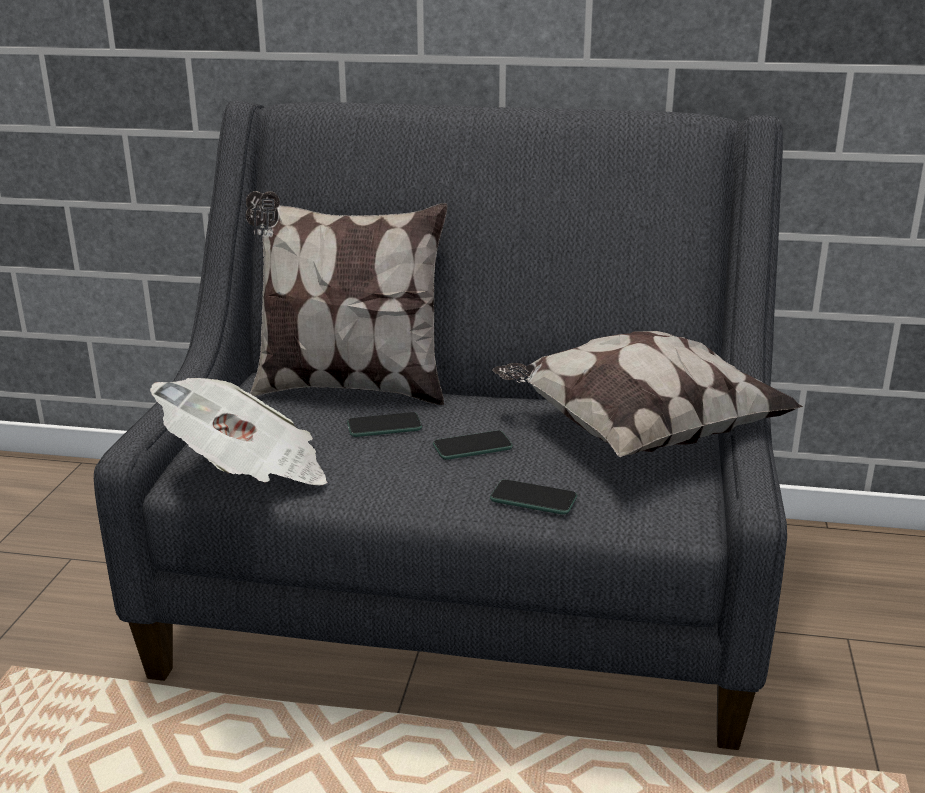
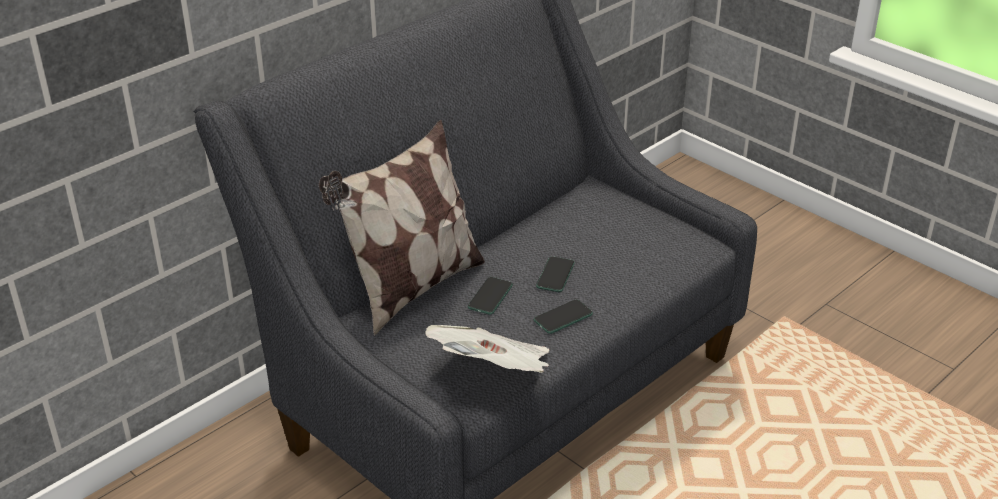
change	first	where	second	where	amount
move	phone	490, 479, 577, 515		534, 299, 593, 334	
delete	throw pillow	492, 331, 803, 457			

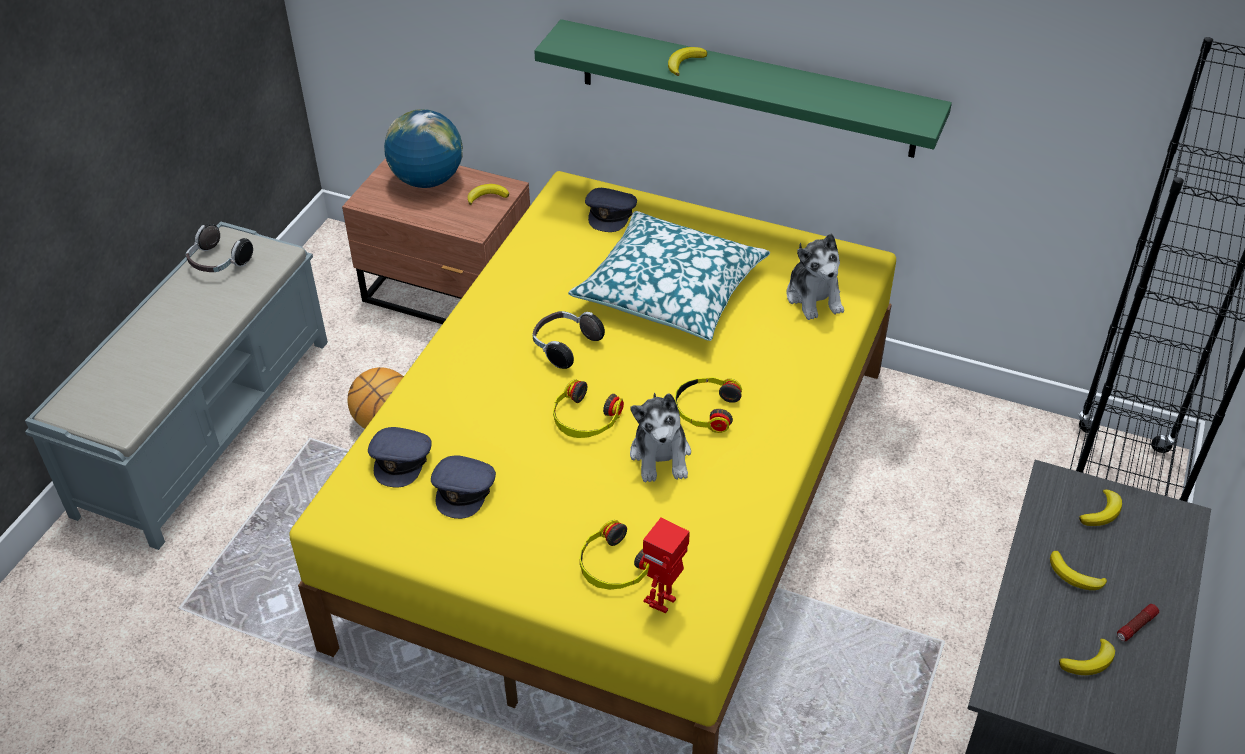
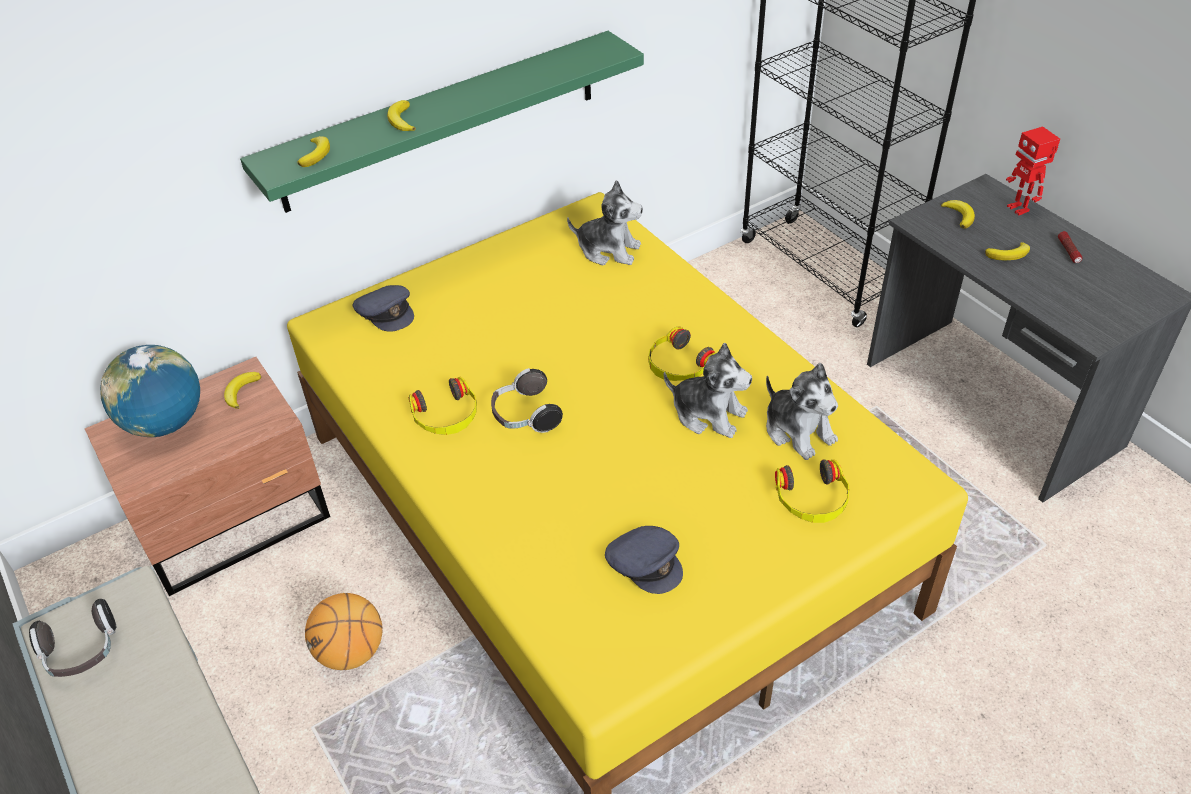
change	first	where	second	where	amount
delete	greyish baseball cap	368, 427, 432, 487			
move	pair of headphones	553, 379, 624, 438		408, 377, 477, 435	
delete	throw pillow	568, 211, 770, 341			
move	toy robot	643, 518, 690, 613		1006, 126, 1060, 216	
move	whole banana	1059, 638, 1115, 675		298, 136, 330, 167	
insert			soft toy	766, 363, 838, 460	

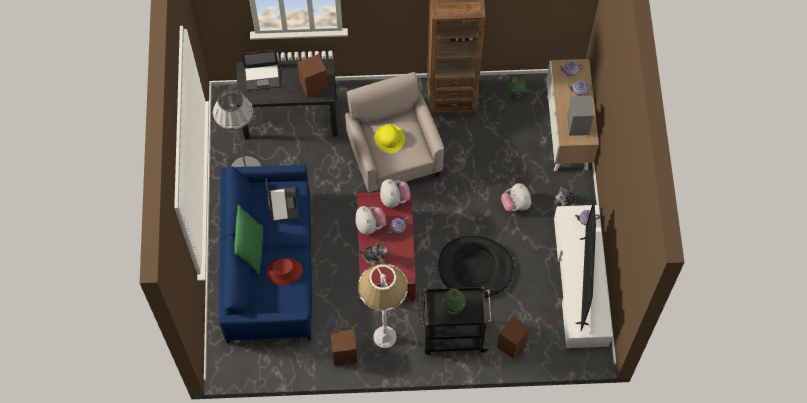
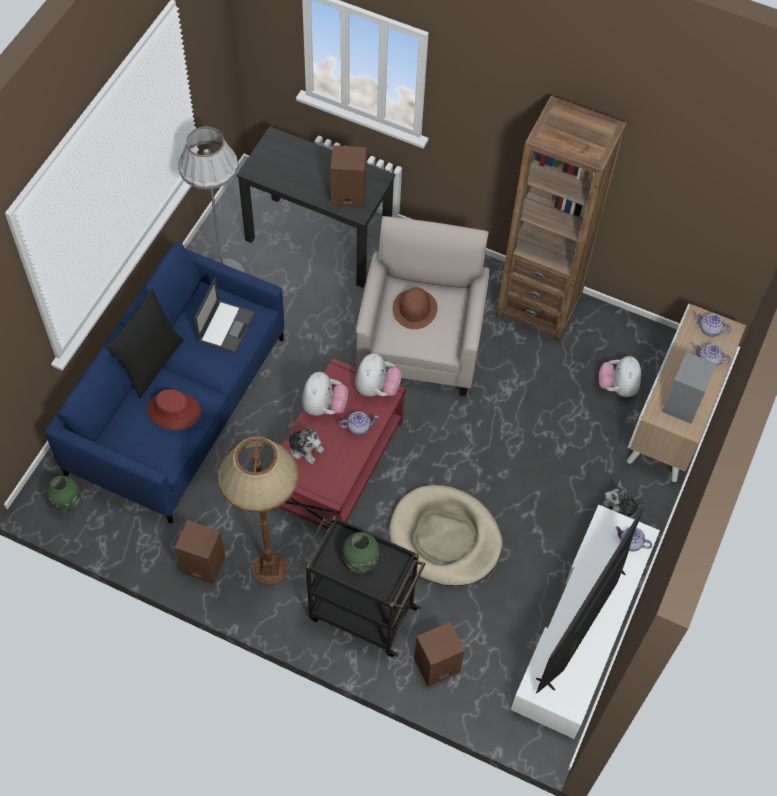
change	first	where	second	where	amount
recolor	greenish throw pillow	234, 204, 263, 274	black throw pillow	107, 288, 184, 398	
delete	laptop	241, 50, 281, 91			
recolor	whitish standing lamp	358, 264, 408, 348	brown-coloured standing lamp	218, 437, 299, 585	
recolor	yellow hat	374, 124, 405, 153	brown-coloured hat	393, 287, 438, 329	
recolor	black pet bed	438, 236, 514, 298	beige-coloured pet bed	389, 485, 502, 586	
move	soft toy	501, 183, 531, 211		599, 356, 641, 397	
move	greenish flower vase	505, 75, 526, 99		46, 476, 80, 513	

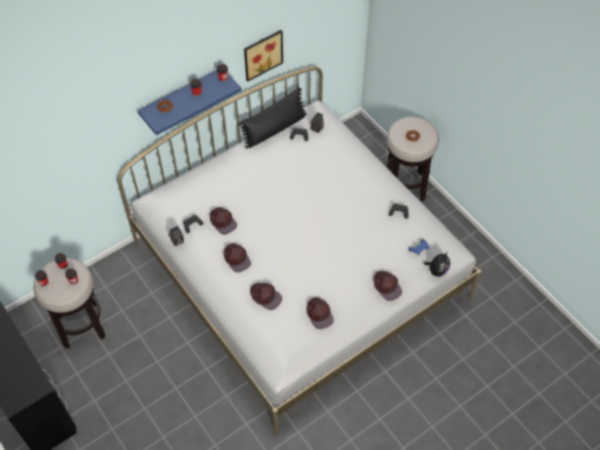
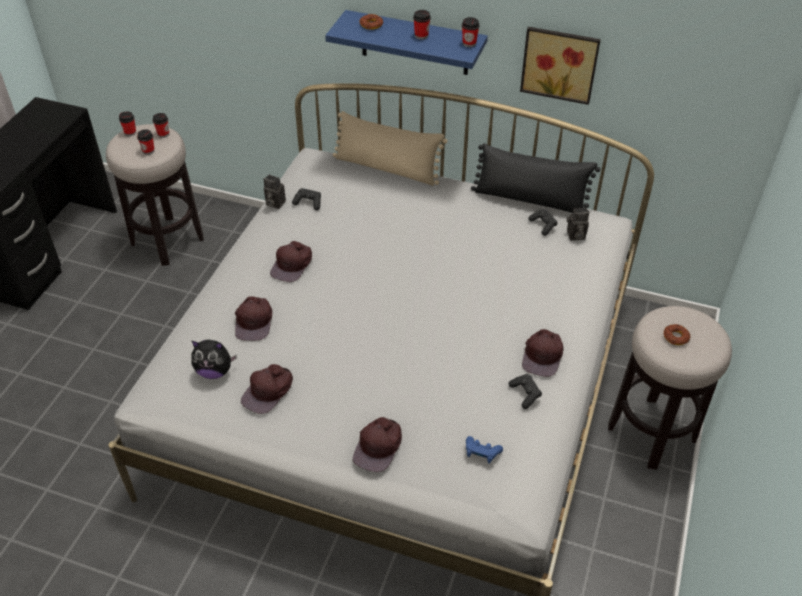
change	first	where	second	where	amount
move	brown-coloured baseball cap	210, 207, 237, 235		522, 329, 564, 377	
move	soft toy	424, 252, 450, 277		191, 340, 237, 379	
insert			beige-coloured throw pillow	332, 111, 447, 186	

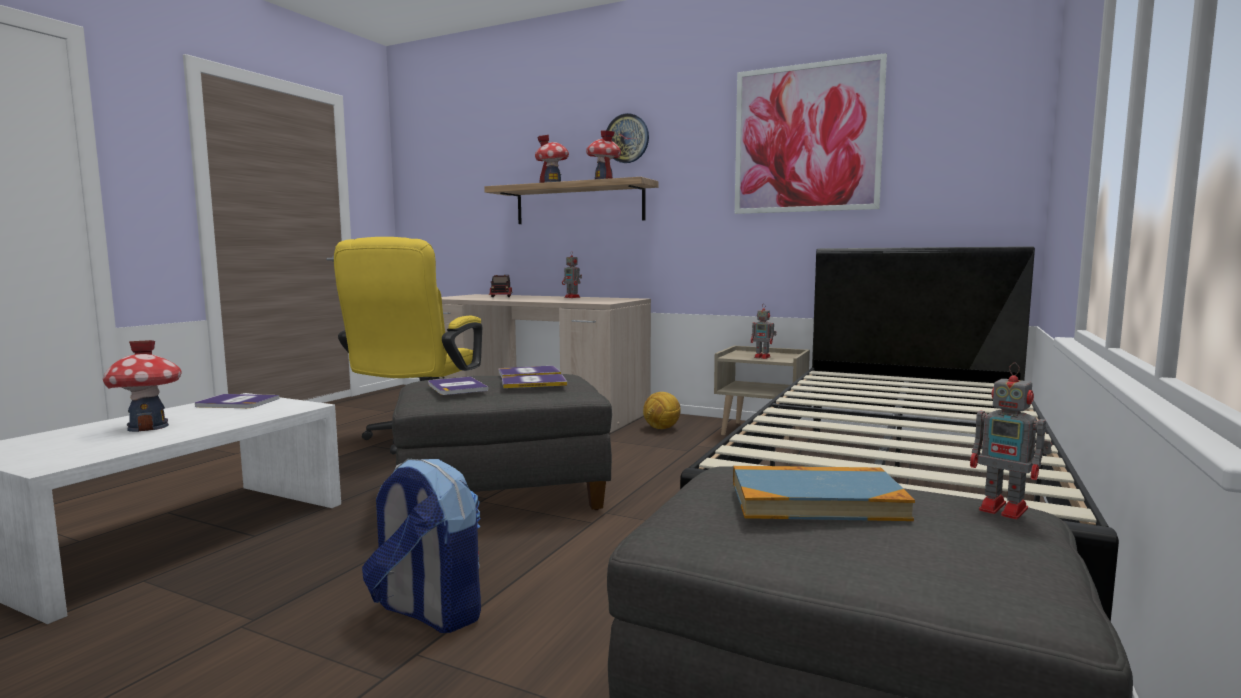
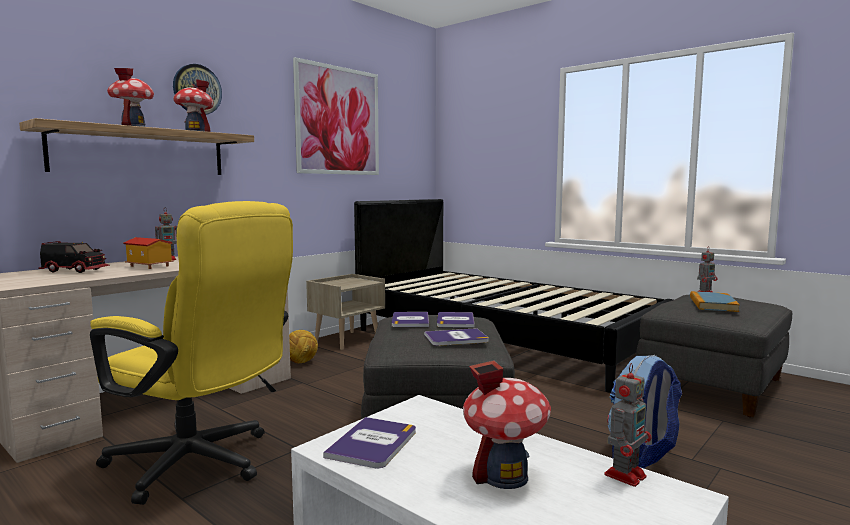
change	first	where	second	where	amount
move	toy robot	751, 304, 776, 359		604, 363, 652, 487	
insert			miniature house	123, 237, 174, 269	

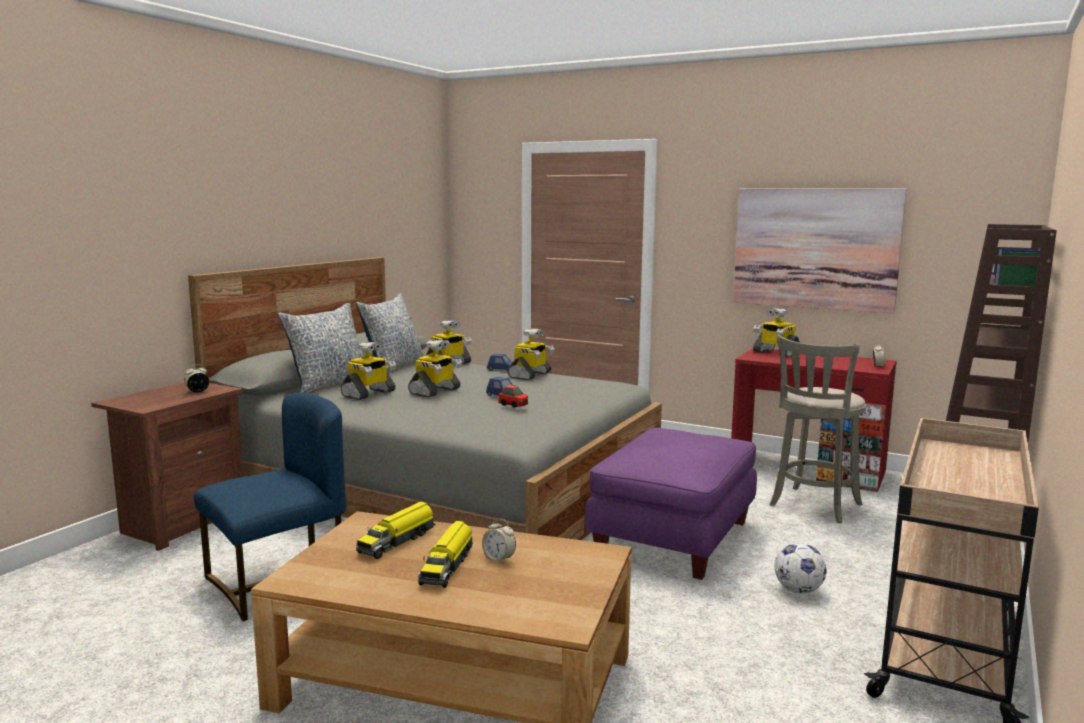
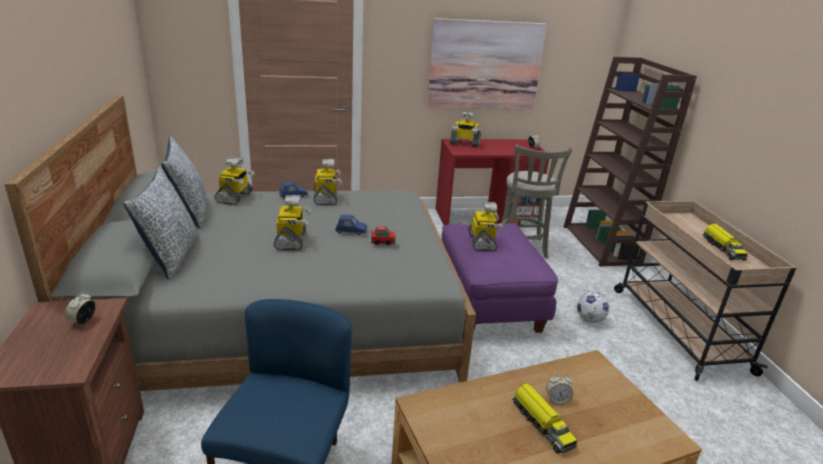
change	first	where	second	where	amount
move	toy robot	341, 342, 397, 400		468, 202, 504, 251	
move	model truck	356, 501, 435, 559		702, 224, 748, 261	

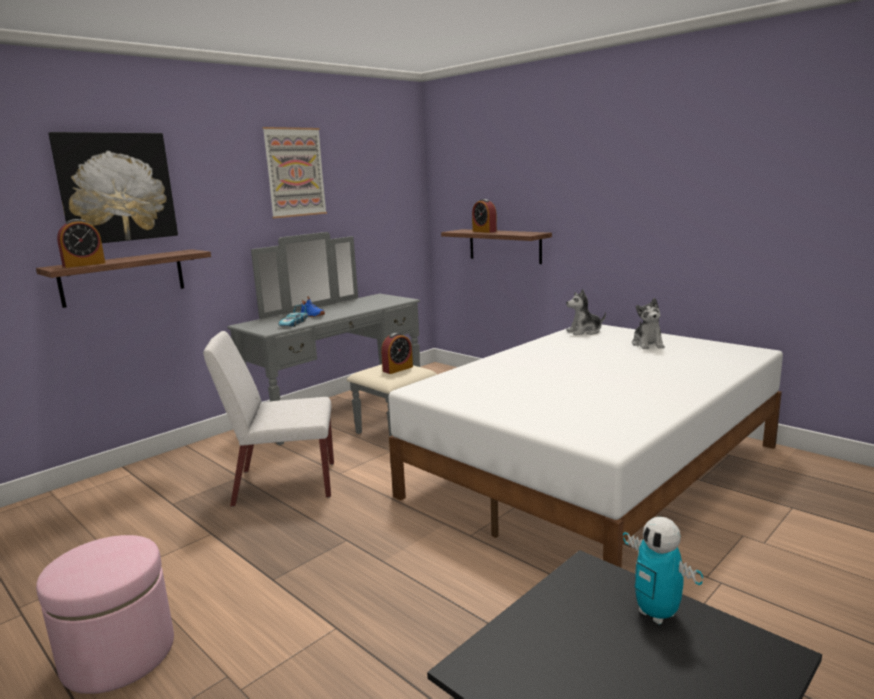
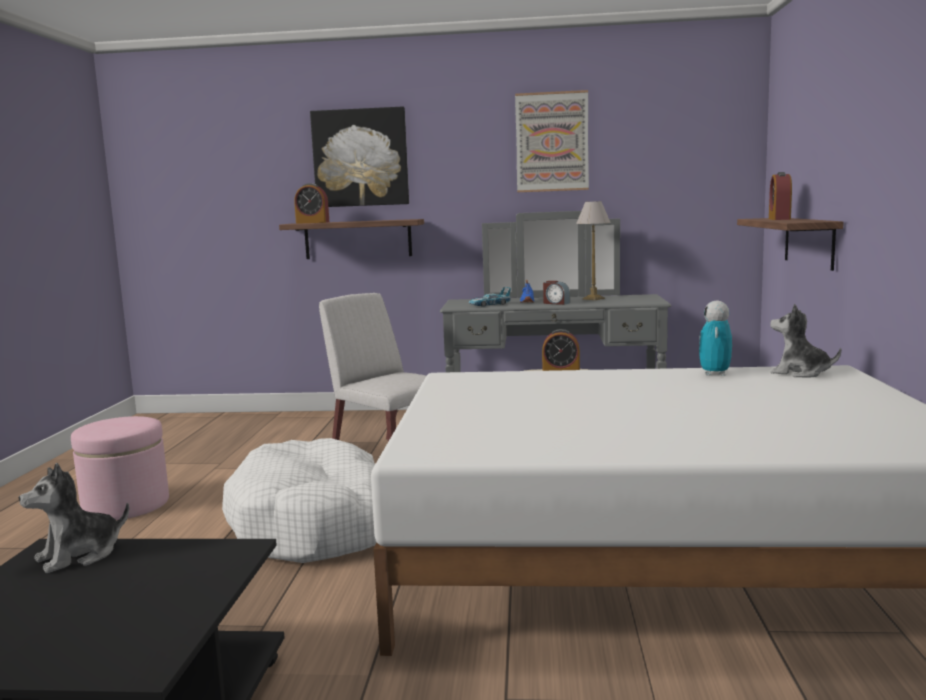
change	first	where	second	where	amount
move	toy robot	623, 517, 703, 625		699, 301, 732, 376	
move	soft toy	632, 298, 665, 349		19, 463, 129, 573	
insert			whitish pet bed	222, 438, 376, 563	
insert			table clock	543, 281, 570, 305	
insert			lamp for a table	576, 201, 611, 300	

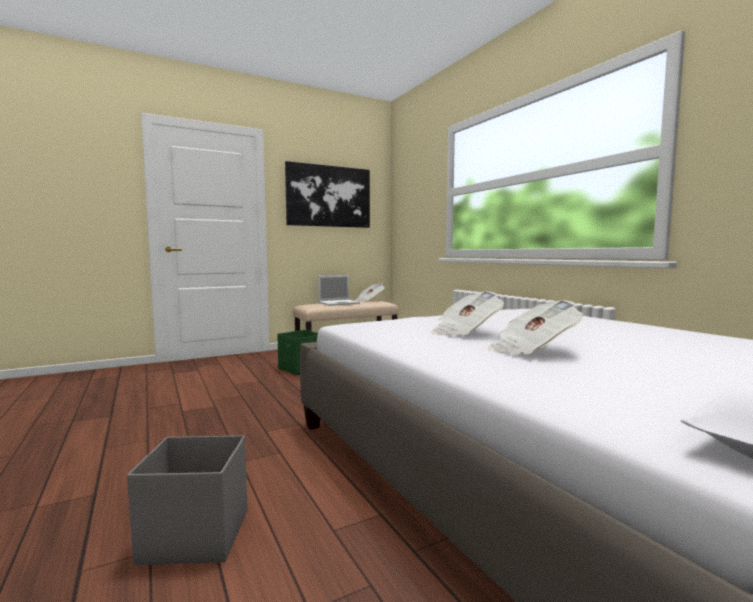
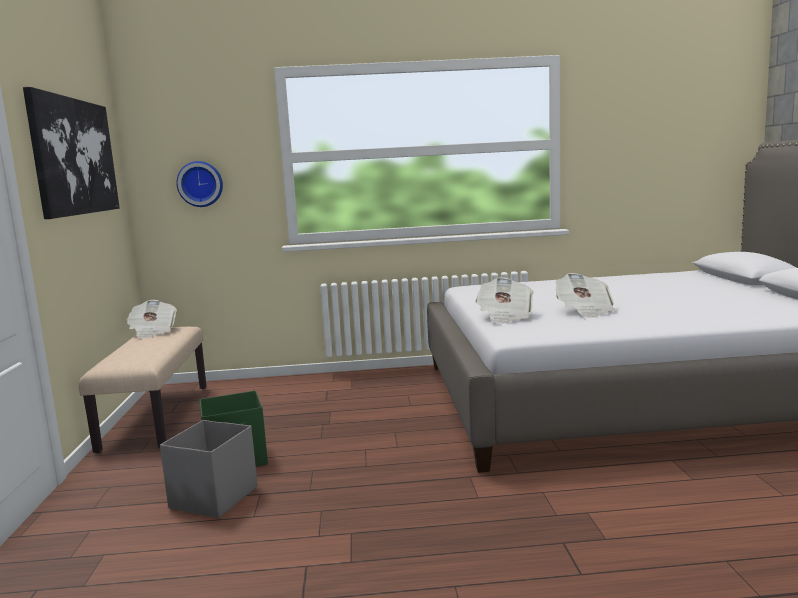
change	first	where	second	where	amount
move	greyish storage container	127, 435, 247, 565		160, 420, 258, 518	
delete	laptop	318, 275, 360, 306			
move	newspaper	488, 300, 583, 354		475, 277, 534, 324	
insert			clock on the wall	176, 161, 223, 207	

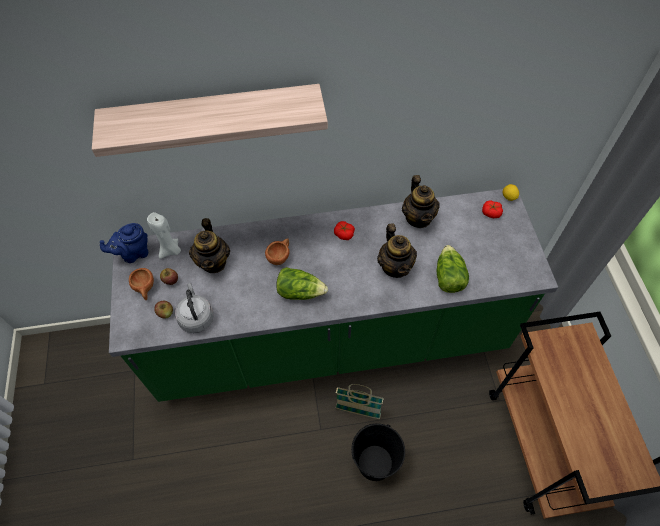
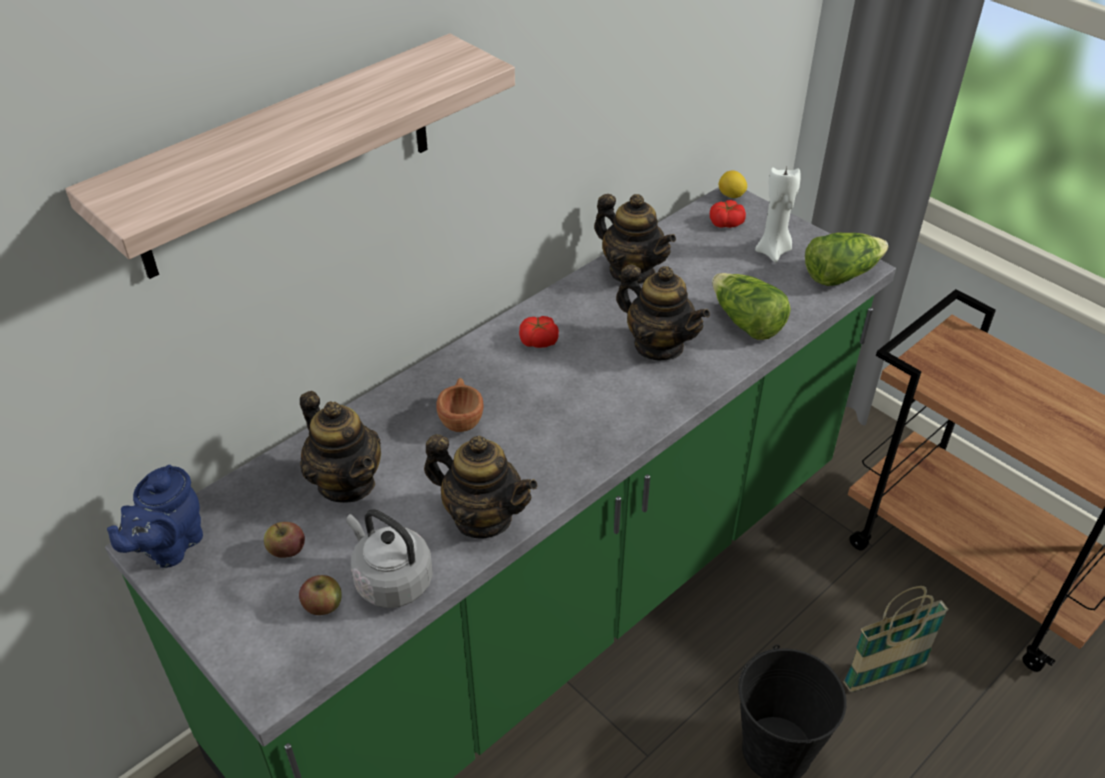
change	first	where	second	where	amount
delete	brown-coloured cup	129, 268, 154, 300			
move	whitish candle	147, 212, 181, 259		755, 167, 801, 263	
move	lettuce head	276, 267, 328, 300		805, 232, 888, 286	
move	basket	336, 384, 384, 419		843, 586, 949, 692	
insert			tea pot	424, 434, 538, 539	

